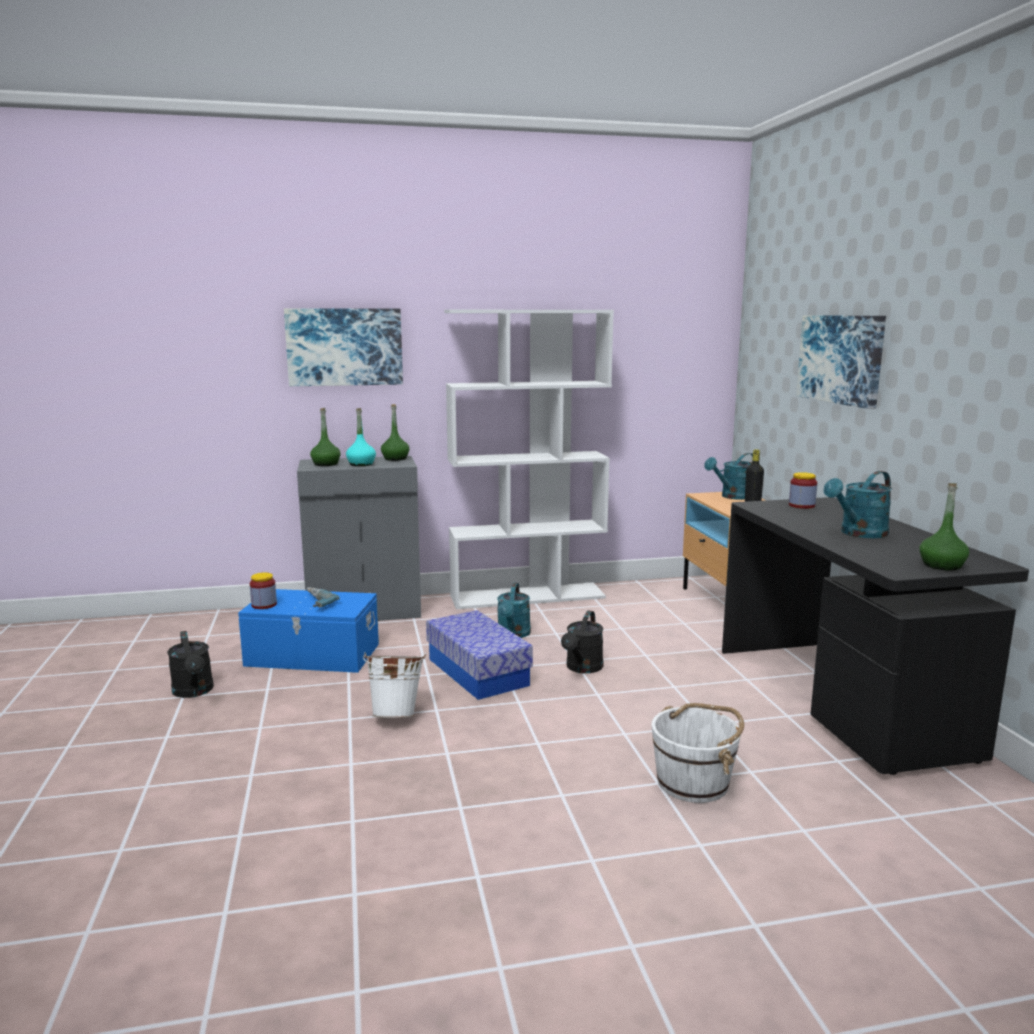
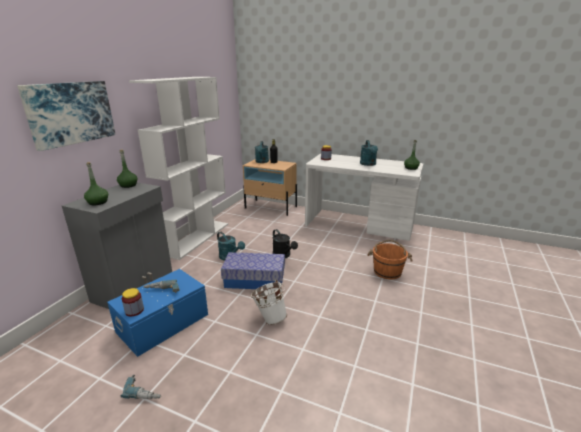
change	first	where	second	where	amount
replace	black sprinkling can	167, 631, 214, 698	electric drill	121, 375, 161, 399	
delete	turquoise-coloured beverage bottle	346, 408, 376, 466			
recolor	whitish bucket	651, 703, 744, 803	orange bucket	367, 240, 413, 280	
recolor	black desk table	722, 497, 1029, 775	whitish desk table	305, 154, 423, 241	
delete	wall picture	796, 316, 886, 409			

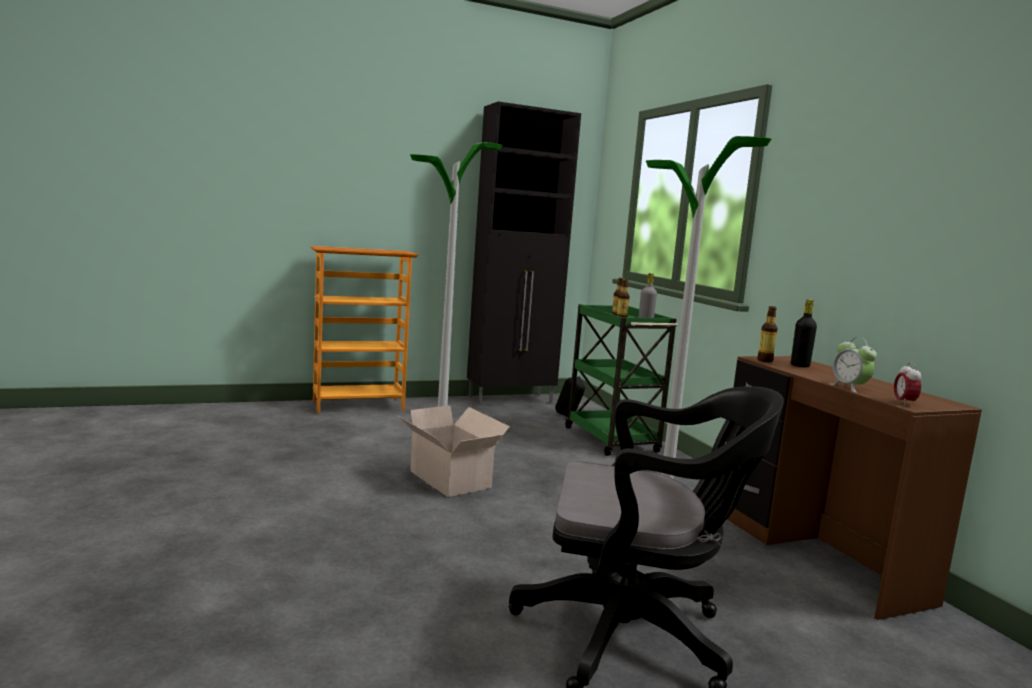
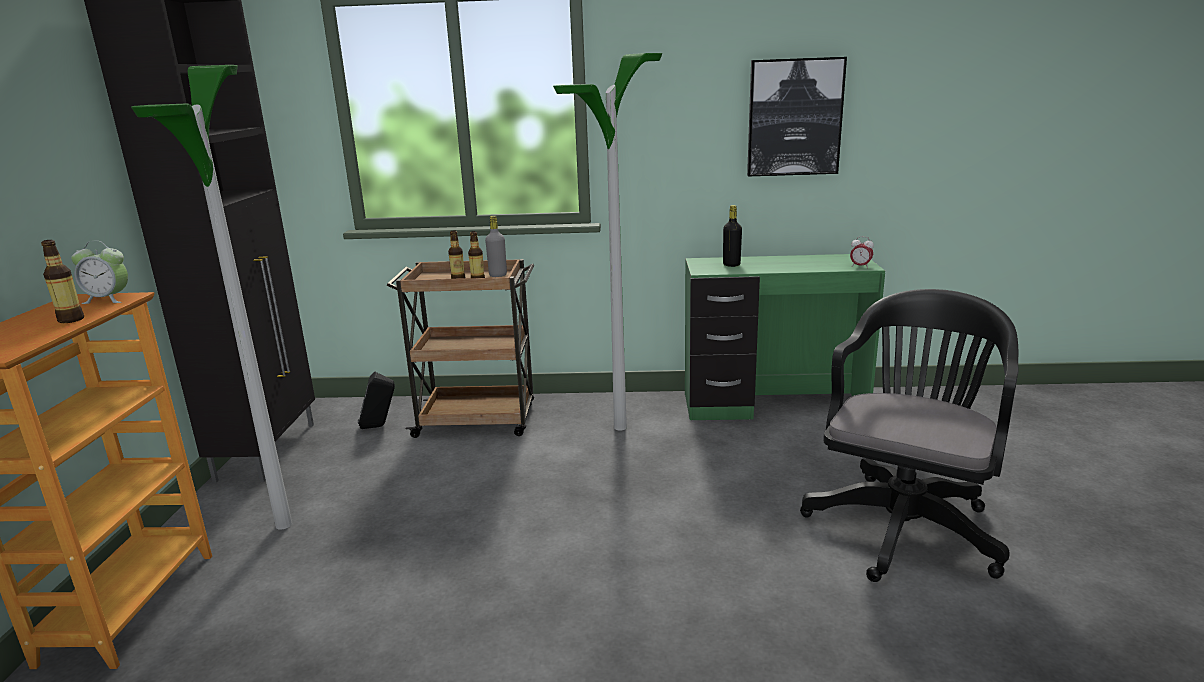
change	first	where	second	where	amount
delete	packing box	398, 405, 510, 497			
recolor	greenish trolley	565, 304, 678, 456	brown-coloured trolley	387, 259, 534, 438	
recolor	brown-coloured desk table	726, 356, 982, 620	greenish desk table	685, 254, 885, 421	
move	beverage bottle	757, 306, 778, 362		41, 240, 84, 323	
move	table clock	830, 337, 877, 393		71, 241, 128, 304	
insert			wall picture	747, 57, 847, 176	

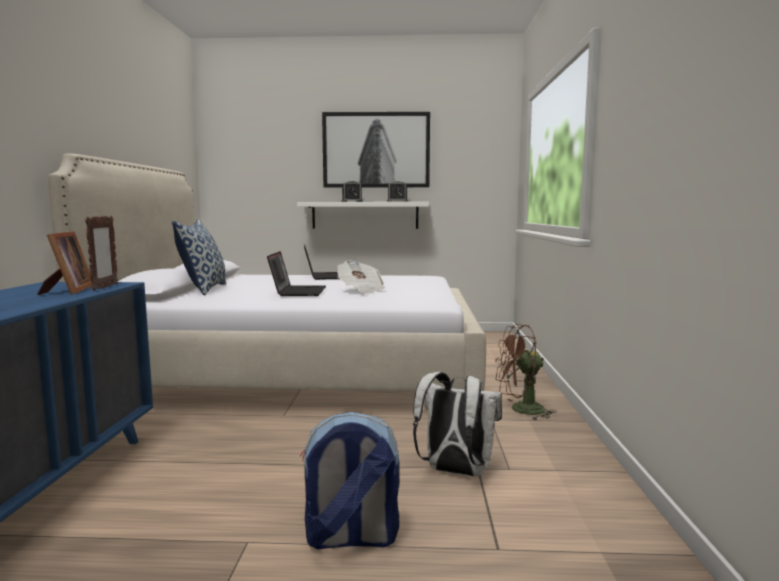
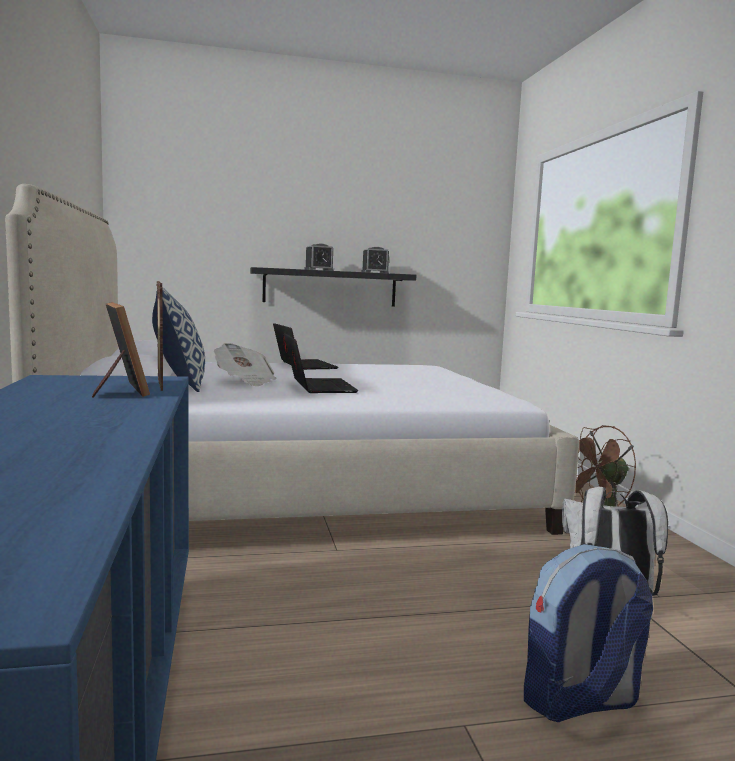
change	first	where	second	where	amount
recolor	whitish shelf	297, 202, 429, 229	black shelf	250, 267, 416, 307	
delete	wall picture	322, 112, 430, 187			
move	newspaper	337, 260, 385, 294		214, 343, 277, 386	

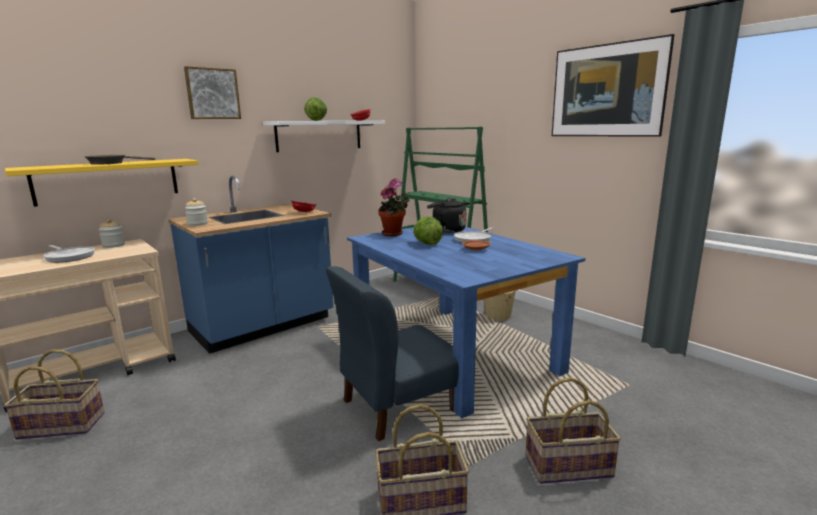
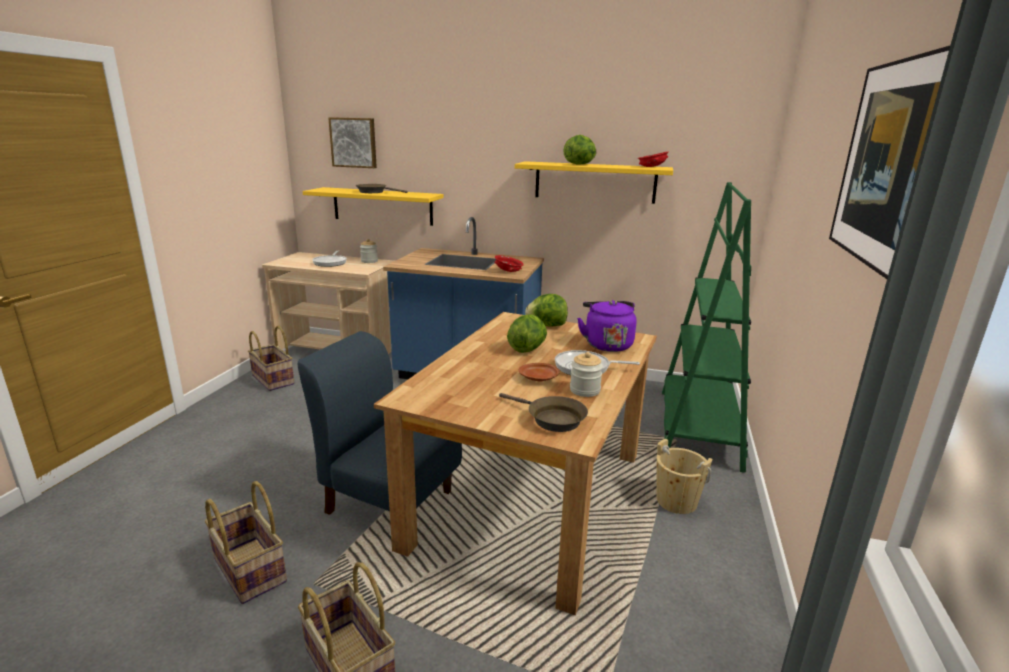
change	first	where	second	where	amount
move	wall picture	184, 66, 241, 119		328, 117, 377, 168	
move	preserve jar	185, 198, 208, 226		570, 352, 603, 397	
recolor	whitish shelf	263, 121, 385, 152	yellow shelf	515, 161, 673, 204	
recolor	bluish dinner table	347, 227, 586, 418	brown-coloured dinner table	374, 312, 657, 615	
replace	houseplant	378, 178, 410, 236	lettuce head	525, 294, 568, 326	
recolor	black kettle	427, 198, 466, 233	purple kettle	577, 300, 637, 352	
insert			brown-coloured pan	499, 393, 588, 432	

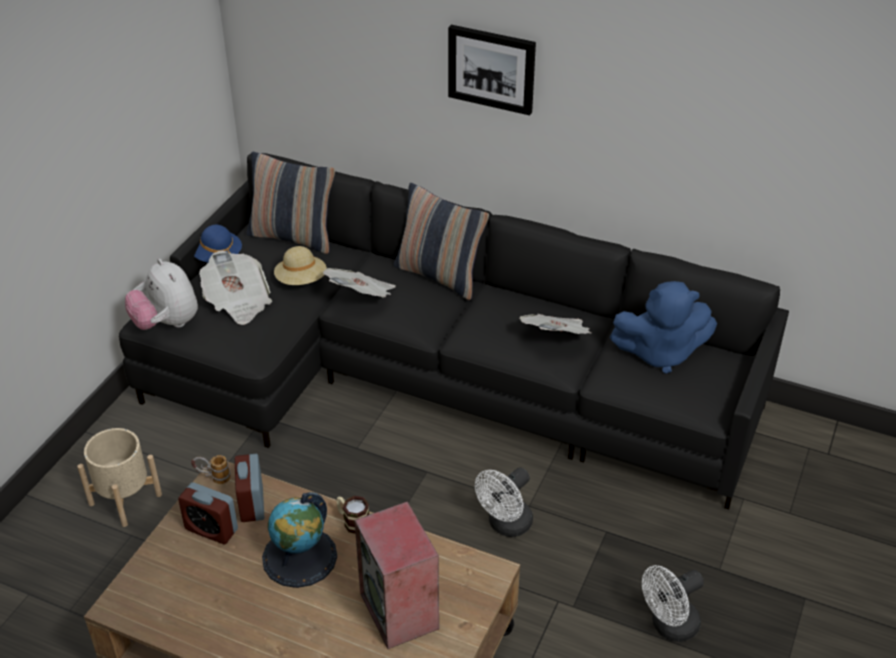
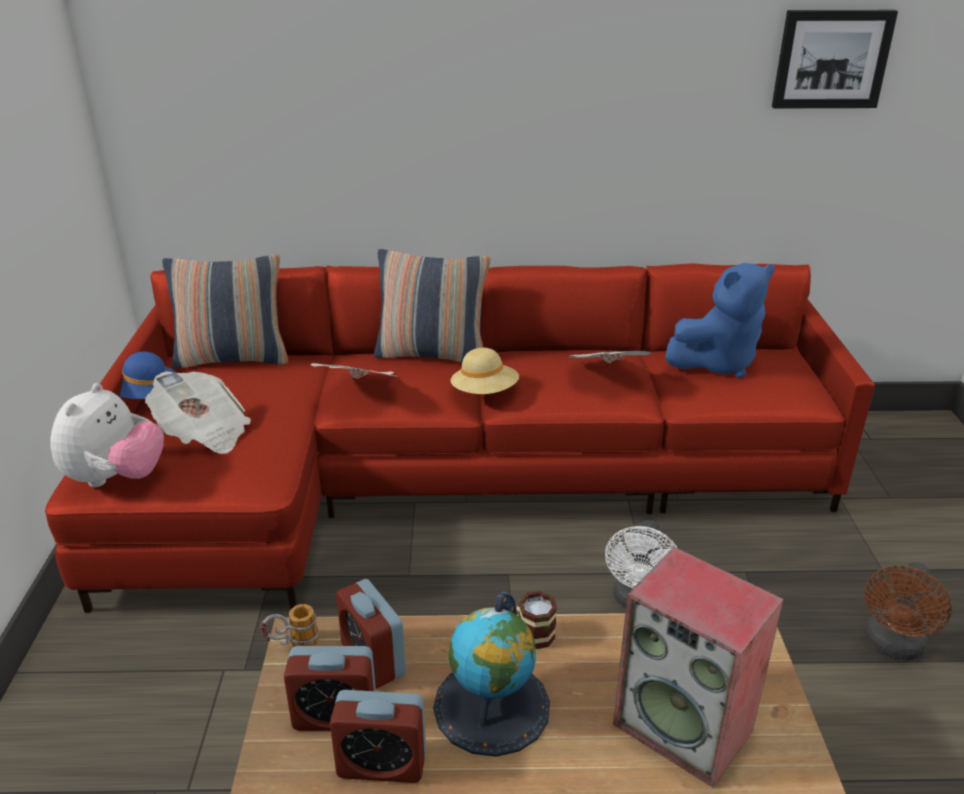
change	first	where	second	where	amount
delete	beige-coloured planter	77, 428, 162, 527			
recolor	black couch	119, 153, 789, 510	red couch	45, 263, 875, 613	
rotate	soft toy	125, 259, 198, 330		51, 383, 164, 487	105 degrees counterclockwise
move	beige-coloured hat	274, 246, 327, 285		450, 348, 519, 394	
move	wall picture	448, 25, 536, 116		772, 10, 898, 108	
recolor	whitish electric fan	642, 565, 704, 642	brown-coloured electric fan	864, 562, 952, 660	
insert			table clock	330, 690, 426, 783	

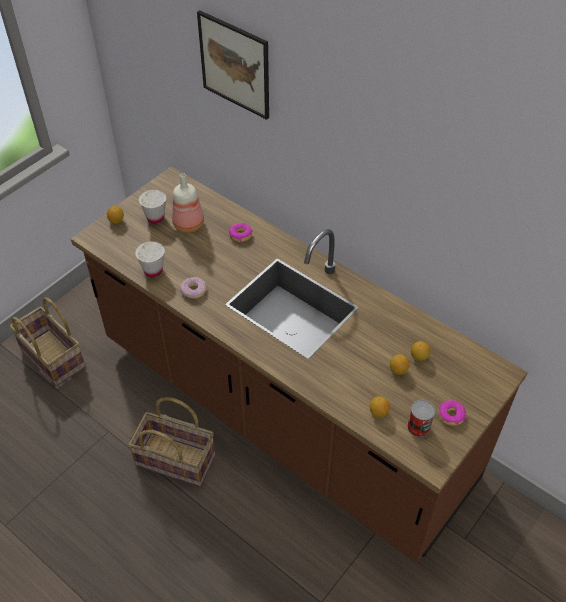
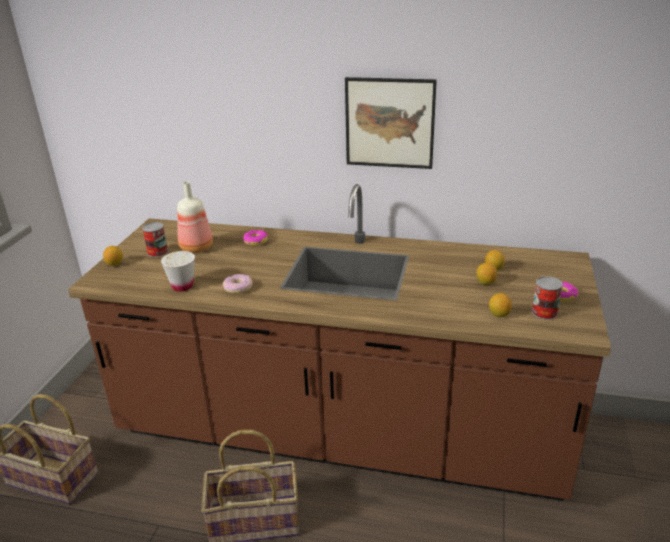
change	first	where	second	where	amount
replace	whitish cup	139, 190, 166, 224	can	142, 222, 168, 257	
move	wall picture	197, 10, 269, 120		345, 77, 437, 169	

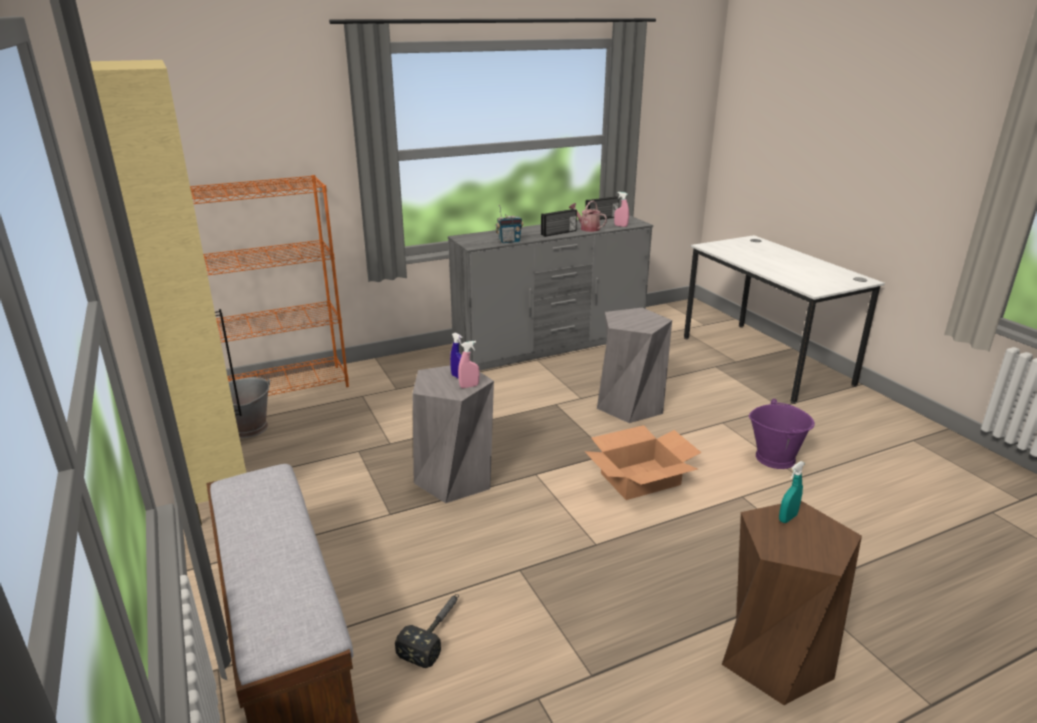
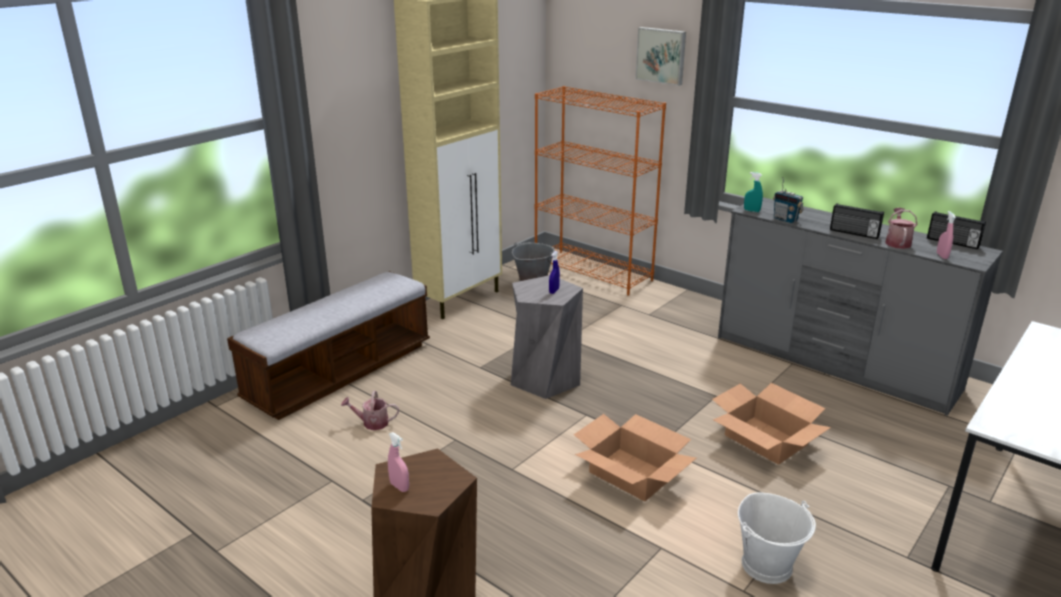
change	first	where	second	where	amount
replace	hand hammer	395, 594, 459, 668	sprinkling can	341, 391, 399, 430	
move	pinkish spray bottle	458, 341, 480, 388		388, 432, 409, 492	
replace	greyish sitting stool	597, 307, 672, 423	packing box	712, 383, 831, 464	
recolor	purple bucket	749, 399, 815, 469	whitish bucket	738, 492, 816, 584	
move	turquoise-coloured spray bottle	779, 461, 805, 523		744, 172, 763, 212	
insert			wall picture	635, 27, 686, 86	

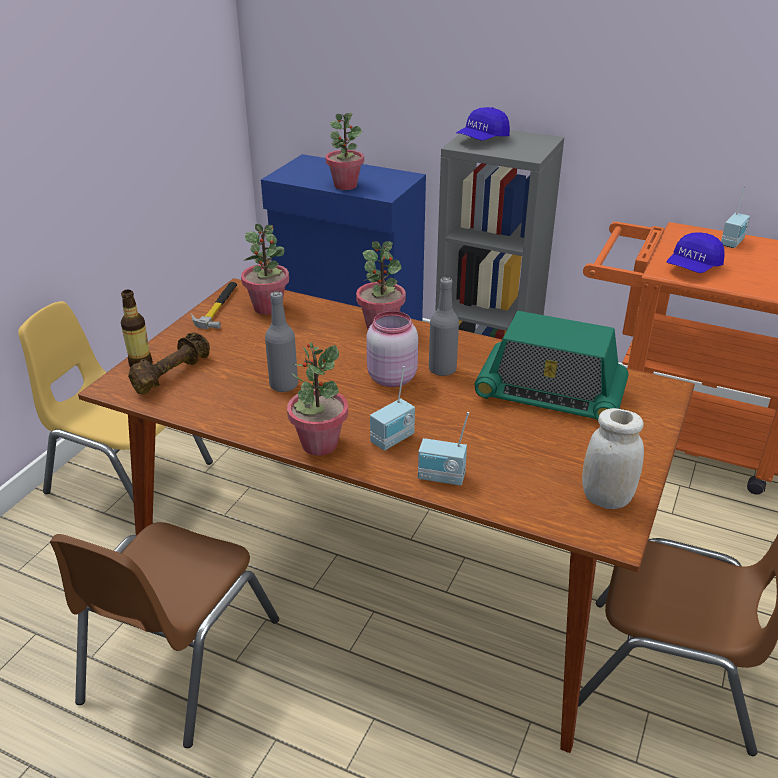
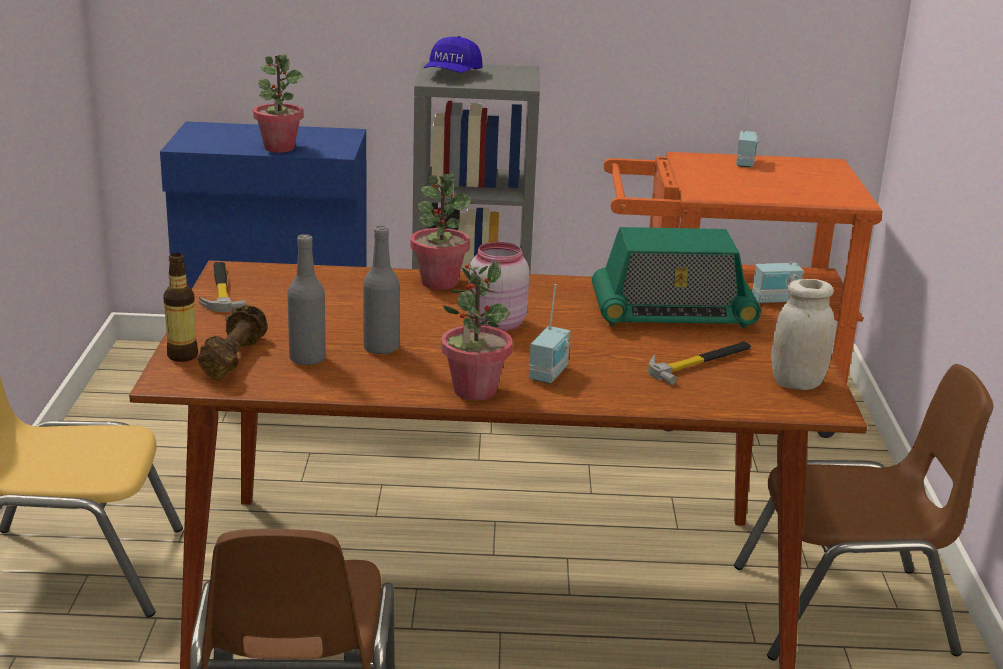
change	first	where	second	where	amount
delete	houseplant	241, 224, 289, 315			
move	radio set	418, 412, 469, 486		752, 226, 803, 304	
move	greyish beverage bottle	429, 277, 459, 376		287, 234, 326, 366	
delete	bluish baseball cap	667, 232, 725, 273			
insert			hand hammer	648, 342, 751, 385	

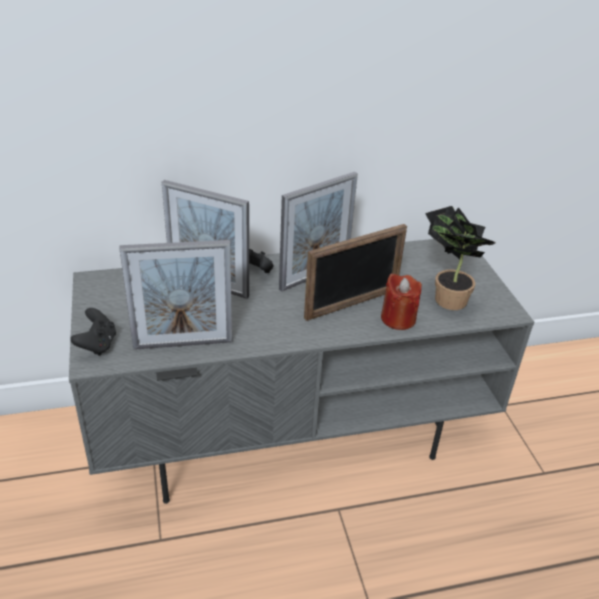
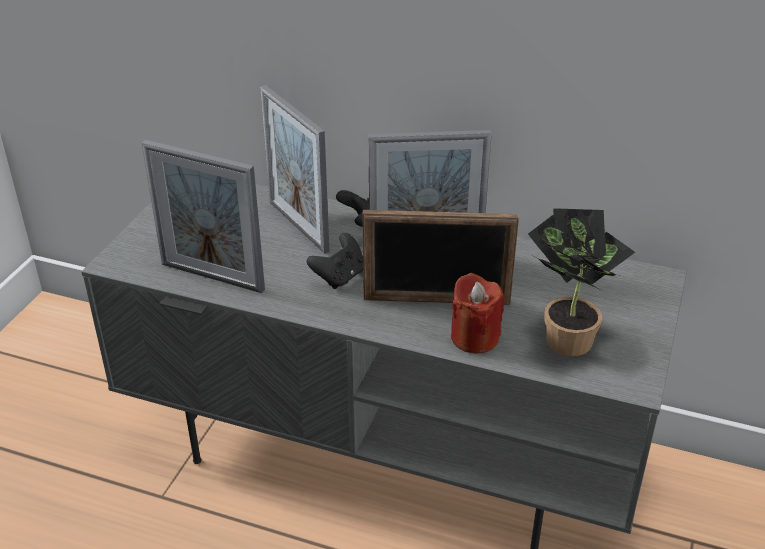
change	first	where	second	where	amount
move	black joypad	70, 308, 116, 356		307, 233, 363, 289	

